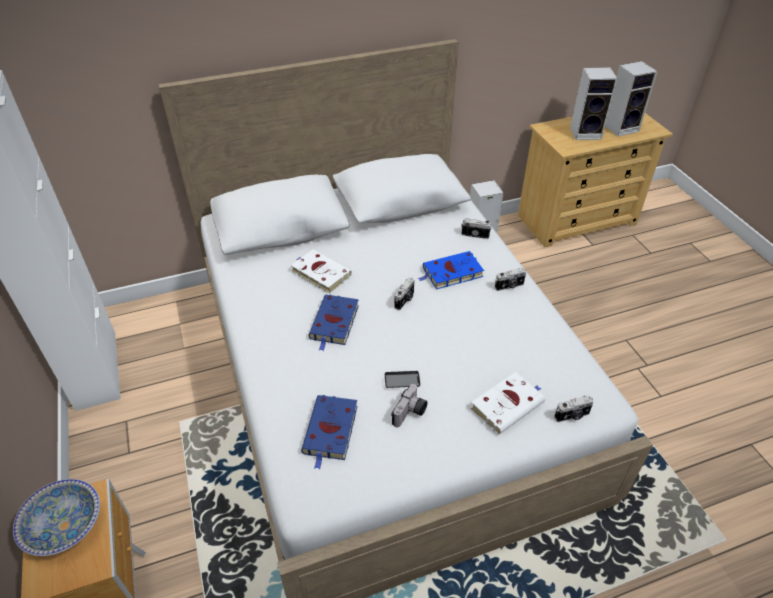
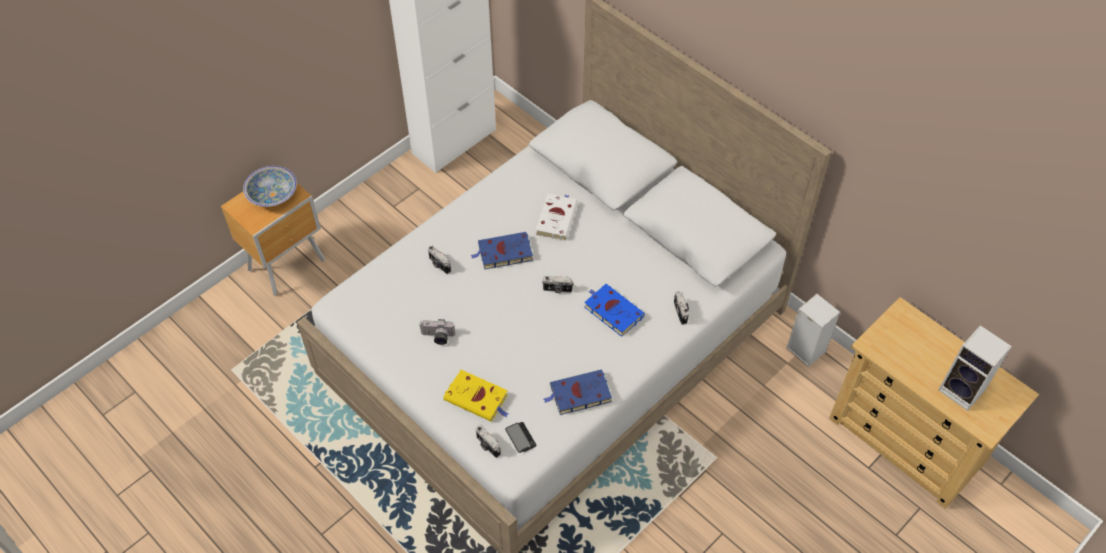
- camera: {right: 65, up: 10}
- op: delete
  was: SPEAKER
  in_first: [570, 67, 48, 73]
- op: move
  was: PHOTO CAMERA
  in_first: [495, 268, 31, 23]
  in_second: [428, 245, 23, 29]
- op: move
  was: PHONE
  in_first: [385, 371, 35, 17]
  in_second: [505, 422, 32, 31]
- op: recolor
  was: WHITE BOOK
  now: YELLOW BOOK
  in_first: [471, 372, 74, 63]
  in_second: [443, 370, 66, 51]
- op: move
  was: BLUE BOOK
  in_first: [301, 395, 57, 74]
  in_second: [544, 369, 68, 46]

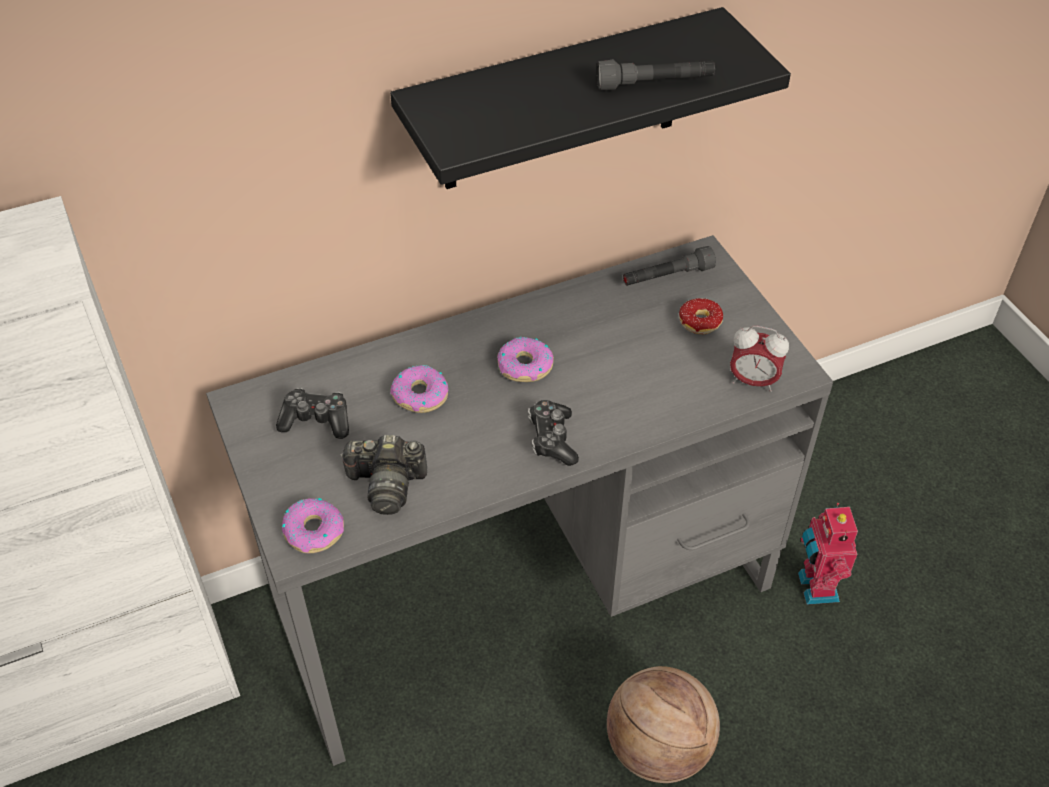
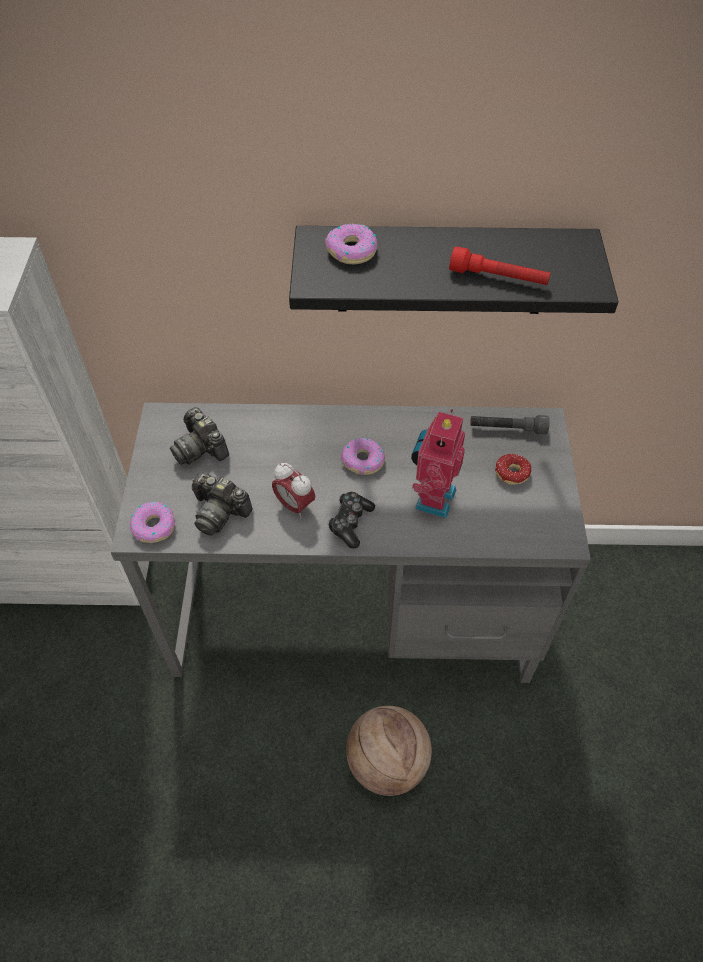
- camera: {right: 25, up: 5}
- op: recolor
  was: GREY FLASHLIGHT
  now: RED FLASHLIGHT
  in_first: [597, 60, 118, 30]
  in_second: [449, 246, 102, 39]
- op: move
  was: ALARM CLOCK
  in_first: [730, 326, 59, 66]
  in_second: [272, 463, 43, 55]
- op: move
  was: DONUT
  in_first: [390, 365, 58, 48]
  in_second: [325, 223, 52, 41]
- op: replace
  was: GAME CONTROLLER
  now: PHOTO CAMERA
  in_first: [276, 388, 73, 51]
  in_second: [170, 407, 59, 58]
- op: move
  was: TOY ROBOT
  in_first: [798, 503, 60, 102]
  in_second: [411, 409, 54, 109]

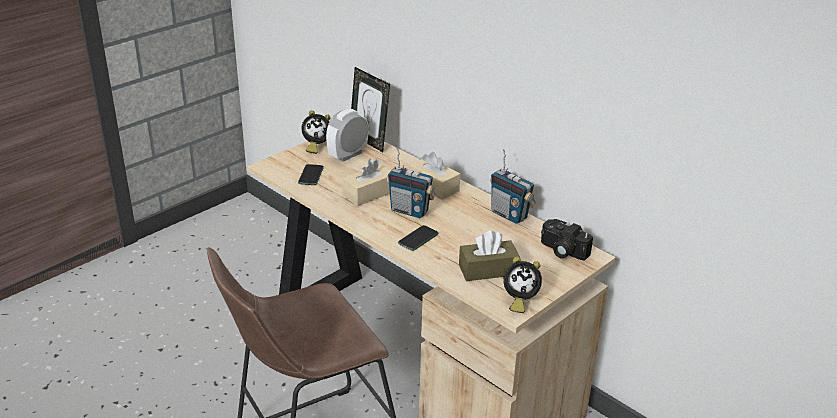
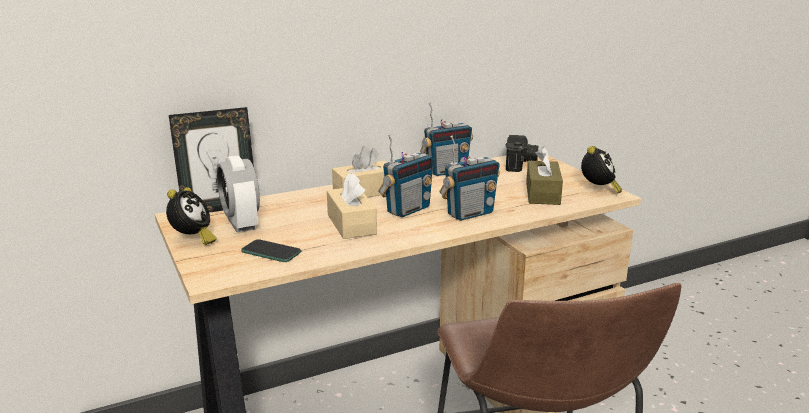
- camera: {right: -70, up: -10}
- op: rotate
  was: PHOTO CAMERA
  in_first: [541, 219, 52, 42]
  in_second: [506, 135, 32, 37]
  clockwise: -45
- op: replace
  was: PHONE
  now: RADIO
  in_first: [398, 225, 40, 26]
  in_second: [440, 135, 60, 86]

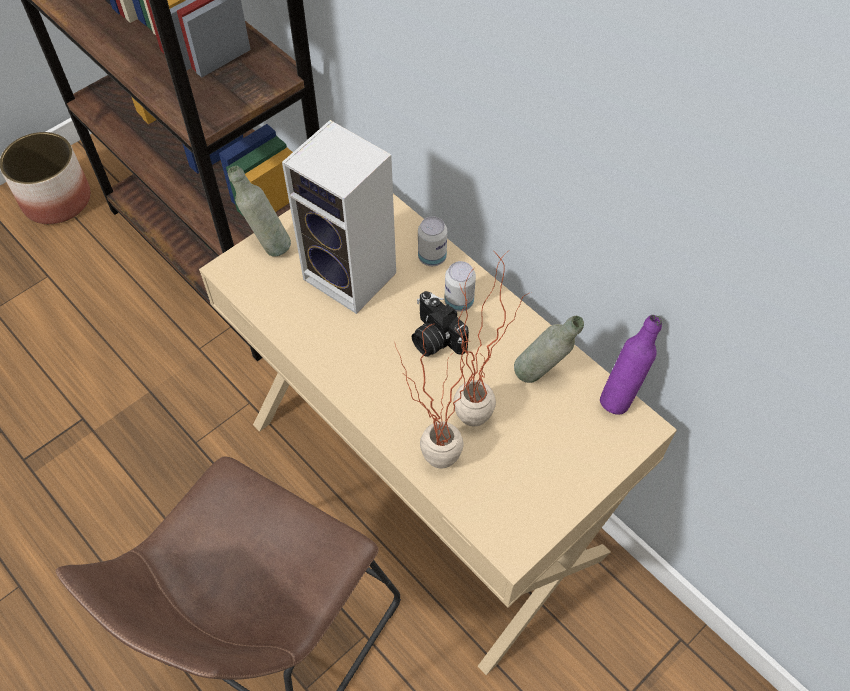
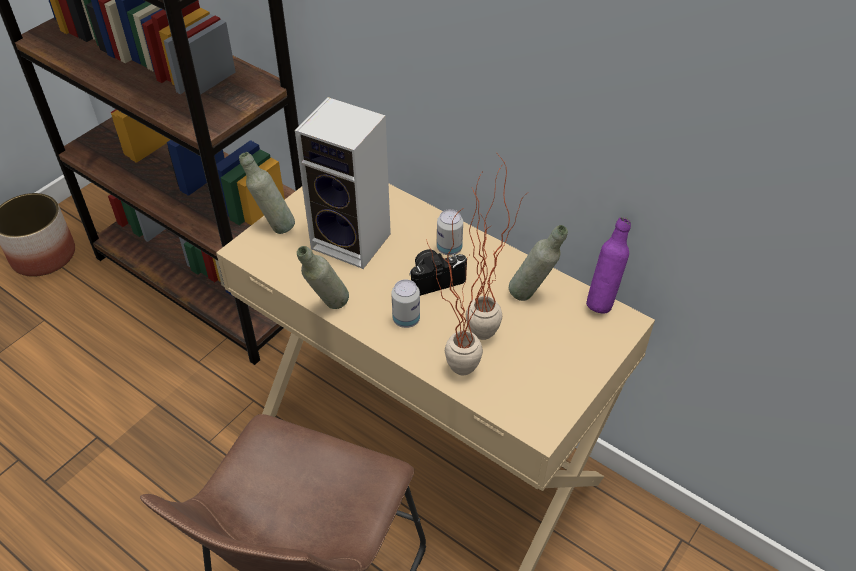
- camera: {right: -10, up: -10}
- op: move
  was: CAN
  in_first: [418, 216, 29, 50]
  in_second: [391, 279, 29, 49]
- op: rotate
  was: PHOTO CAMERA
  in_first: [412, 291, 57, 66]
  in_second: [409, 249, 58, 47]
  clockwise: 120
- op: insert
  now: GREY BOTTLE
  in_second: [297, 246, 52, 63]

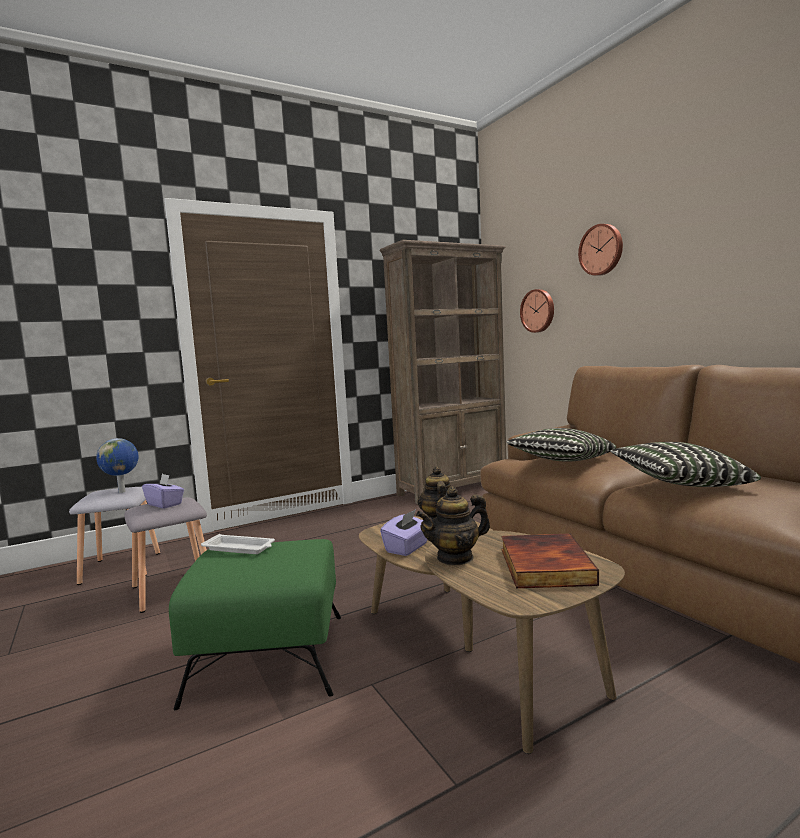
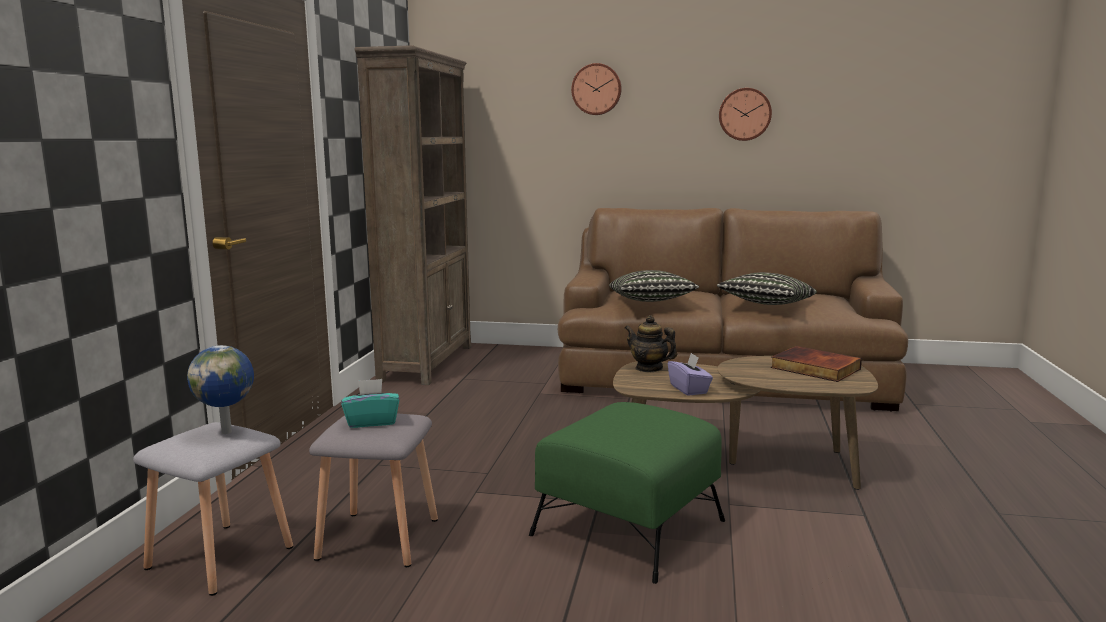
- camera: {right: -50, up: 5}
- op: move
  was: WALL CLOCK
  in_first: [520, 289, 34, 44]
  in_second: [719, 88, 53, 53]
- op: recolor
  was: PURPLE TISSUE BOX
  now: TURQUOISE TISSUE BOX
  in_first: [142, 474, 42, 35]
  in_second: [341, 379, 58, 49]
- op: delete
  was: TEAPOT
  in_first: [416, 486, 74, 80]
- op: delete
  was: WHITE TRAY
  in_first: [201, 534, 74, 20]

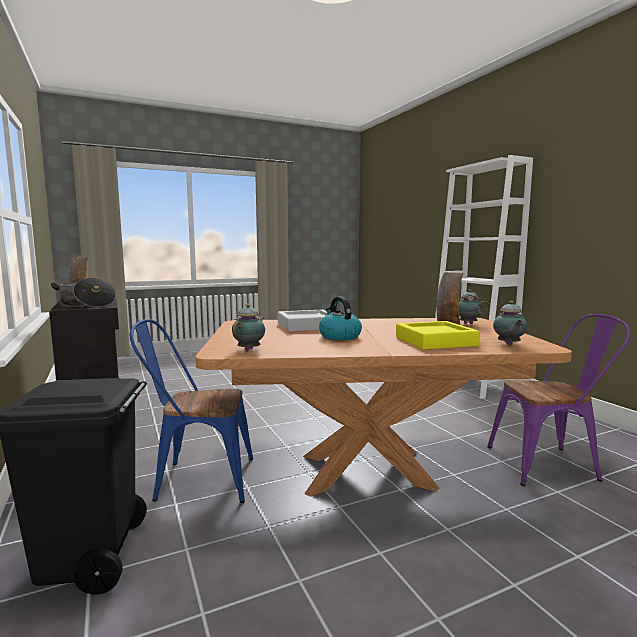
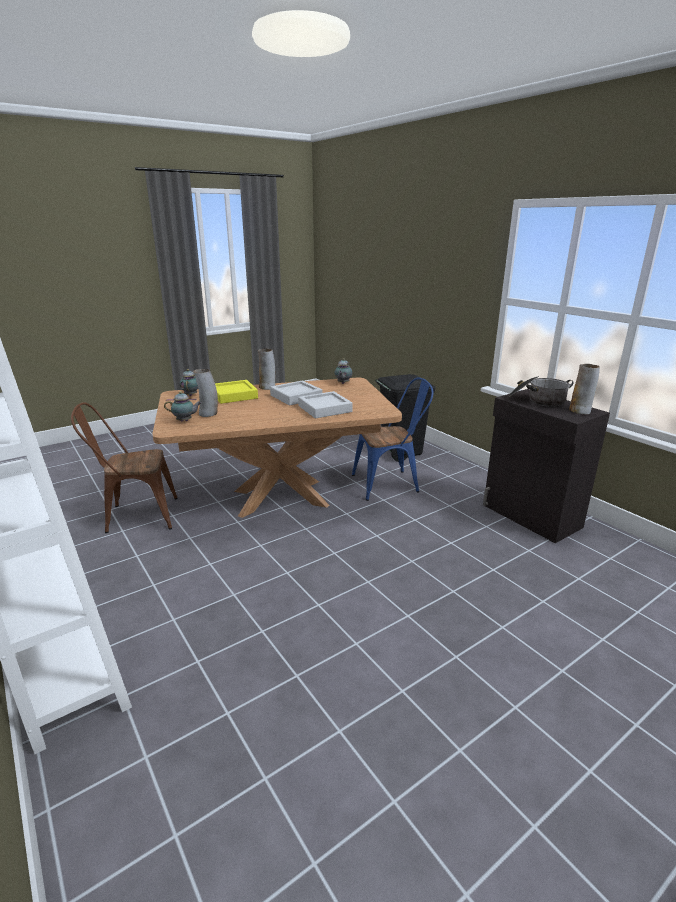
- camera: {right: 170, up: 15}
- op: replace
  was: KETTLE
  now: GREY TRAY
  in_first: [319, 296, 43, 44]
  in_second: [270, 381, 52, 24]
- op: recolor
  was: PURPLE CHAIR
  now: BROWN CHAIR
  in_first: [488, 314, 142, 172]
  in_second: [71, 402, 107, 131]
- op: insert
  now: VASE
  in_second: [258, 348, 17, 42]

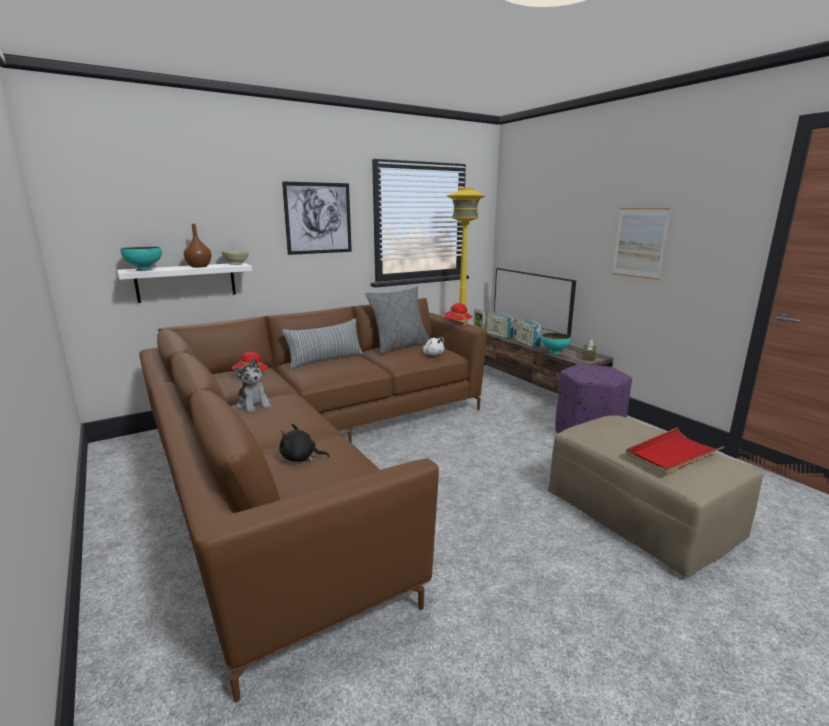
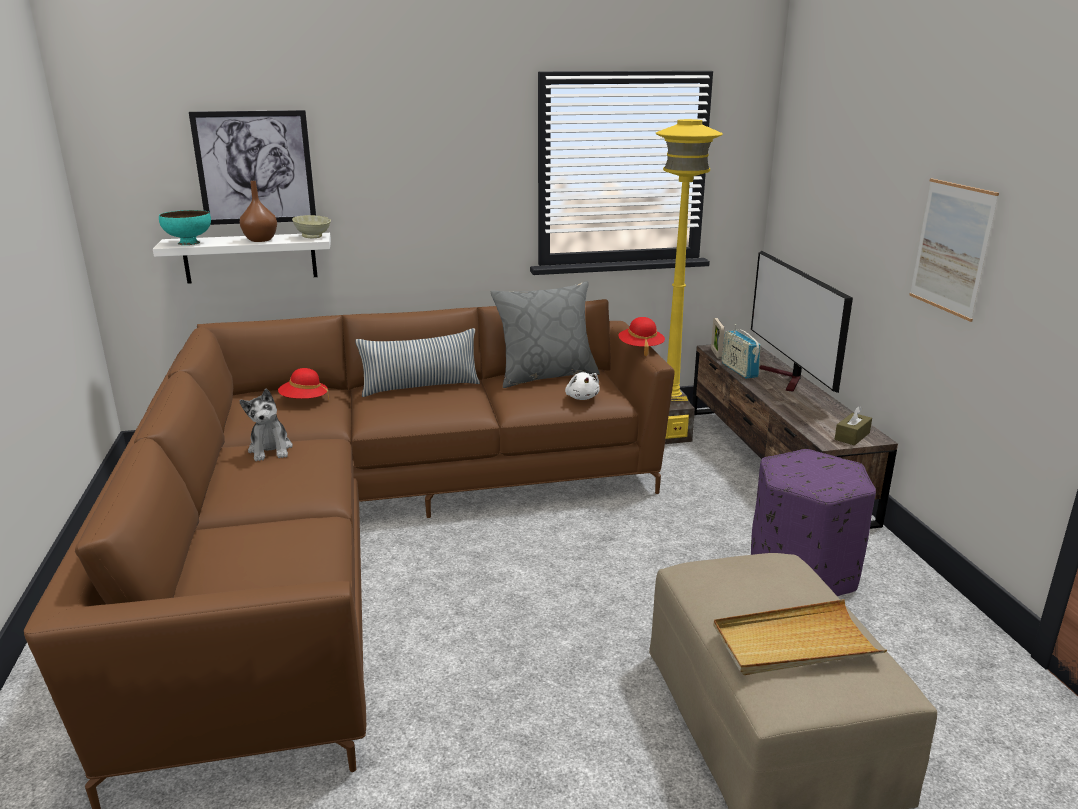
- camera: {right: 20, up: 5}
- op: move
  was: PICTURE
  in_first: [282, 181, 70, 74]
  in_second: [189, 110, 127, 115]
- op: delete
  was: RADIO
  in_first: [516, 315, 25, 33]
- op: delete
  was: TURQUOISE BOWL
  in_first: [541, 332, 30, 22]
- op: delete
  was: BLACK PLUSH TOY
  in_first: [279, 424, 51, 38]
- op: recolor
  was: RED TRAY
  now: BEIGE TRAY
  in_first: [626, 427, 99, 48]
  in_second: [713, 599, 174, 76]

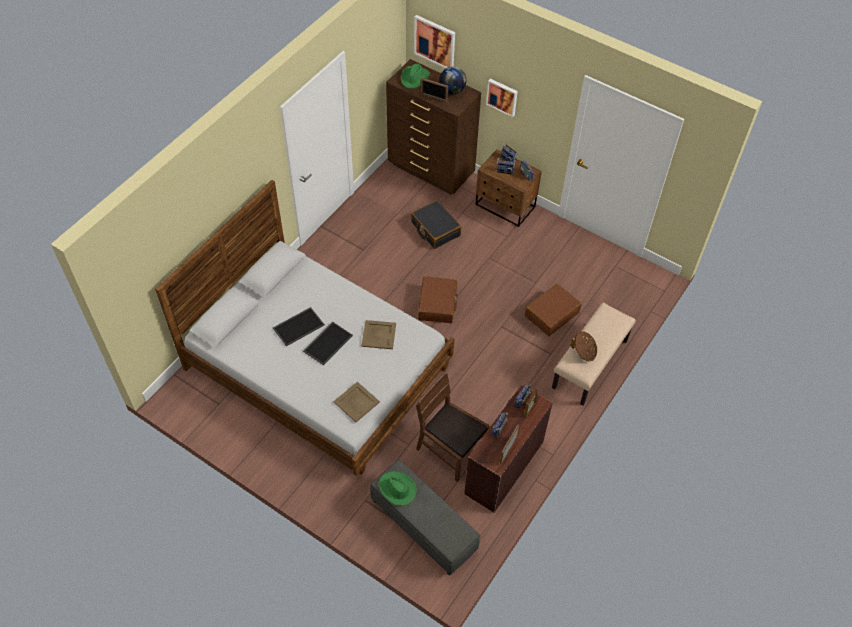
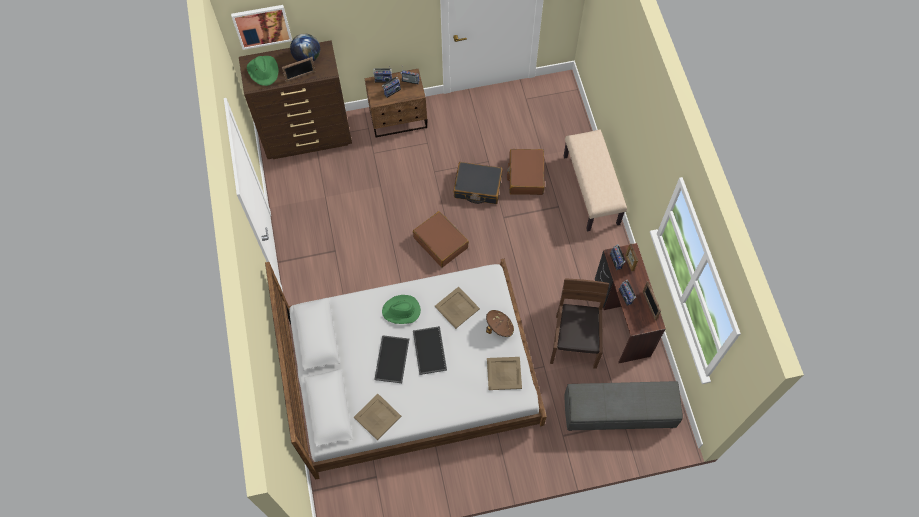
- camera: {right: -45, up: 10}
- op: delete
  was: PICTURE
  in_first: [486, 79, 32, 38]
- op: move
  was: BLACK SUITCASE
  in_first: [411, 200, 50, 49]
  in_second: [453, 162, 50, 42]
- op: move
  was: BROWN HAT
  in_first: [571, 331, 26, 30]
  in_second: [486, 310, 28, 27]
- op: rotate
  was: BROWN CHAIR
  in_first: [416, 372, 74, 110]
  in_second: [550, 278, 59, 91]
  clockwise: 105
- op: move
  was: GREEN HAT
  in_first: [379, 471, 38, 35]
  in_second: [382, 295, 39, 29]
- op: insert
  now: BEIGE TRAY
  in_second: [354, 394, 47, 46]

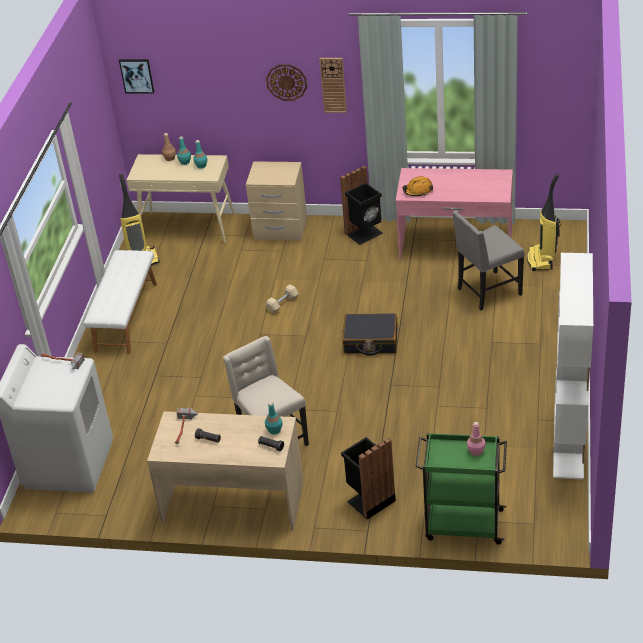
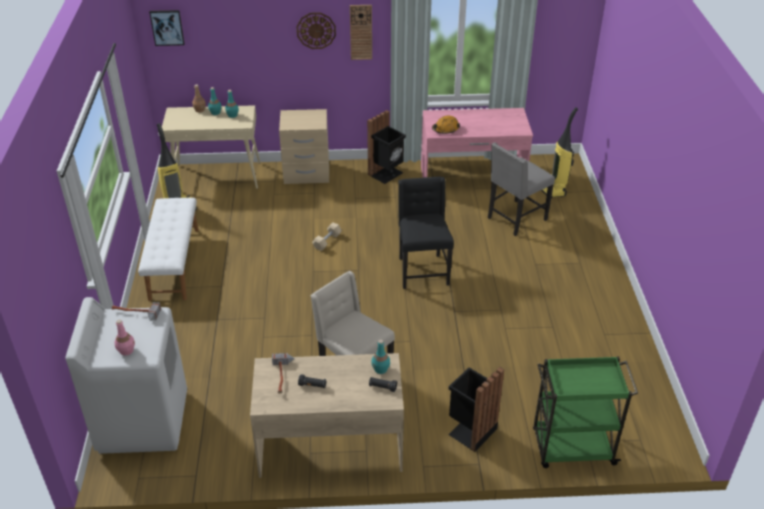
- camera: {right: -15, up: 0}
- op: delete
  was: WHITE BOOKCASE
  in_first: [553, 253, 40, 227]
- op: replace
  was: BLACK SUITCASE
  now: BLACK CHAIR
  in_first: [342, 313, 56, 43]
  in_second: [398, 177, 56, 112]
- op: move
  was: PINK BOTTLE
  in_first: [467, 422, 19, 34]
  in_second: [114, 320, 21, 36]

